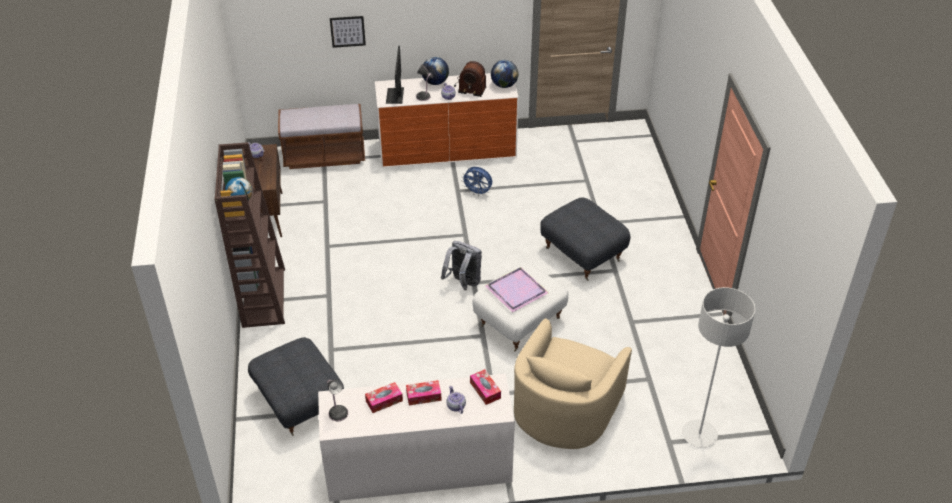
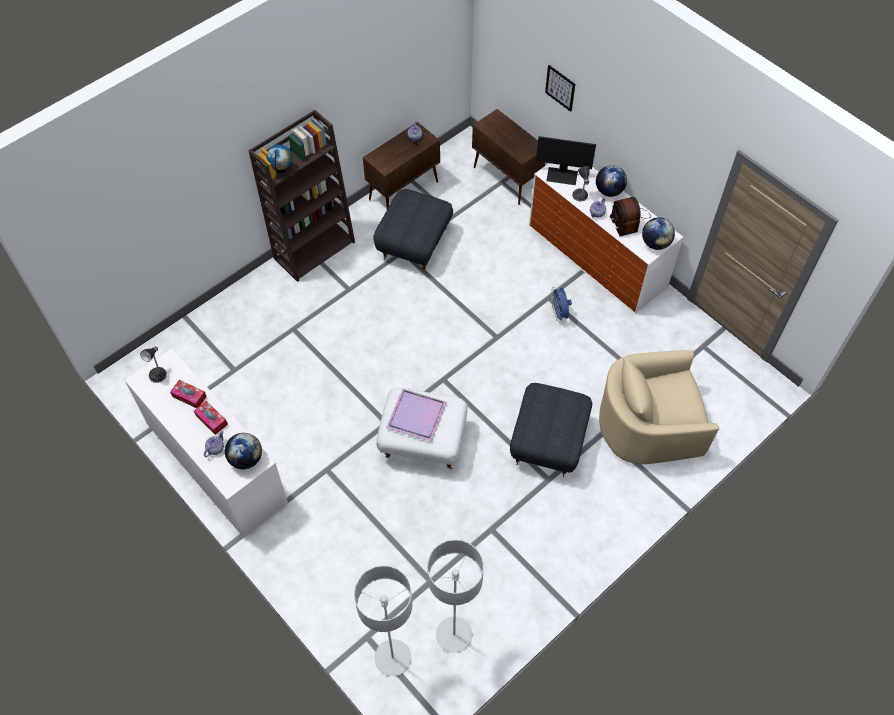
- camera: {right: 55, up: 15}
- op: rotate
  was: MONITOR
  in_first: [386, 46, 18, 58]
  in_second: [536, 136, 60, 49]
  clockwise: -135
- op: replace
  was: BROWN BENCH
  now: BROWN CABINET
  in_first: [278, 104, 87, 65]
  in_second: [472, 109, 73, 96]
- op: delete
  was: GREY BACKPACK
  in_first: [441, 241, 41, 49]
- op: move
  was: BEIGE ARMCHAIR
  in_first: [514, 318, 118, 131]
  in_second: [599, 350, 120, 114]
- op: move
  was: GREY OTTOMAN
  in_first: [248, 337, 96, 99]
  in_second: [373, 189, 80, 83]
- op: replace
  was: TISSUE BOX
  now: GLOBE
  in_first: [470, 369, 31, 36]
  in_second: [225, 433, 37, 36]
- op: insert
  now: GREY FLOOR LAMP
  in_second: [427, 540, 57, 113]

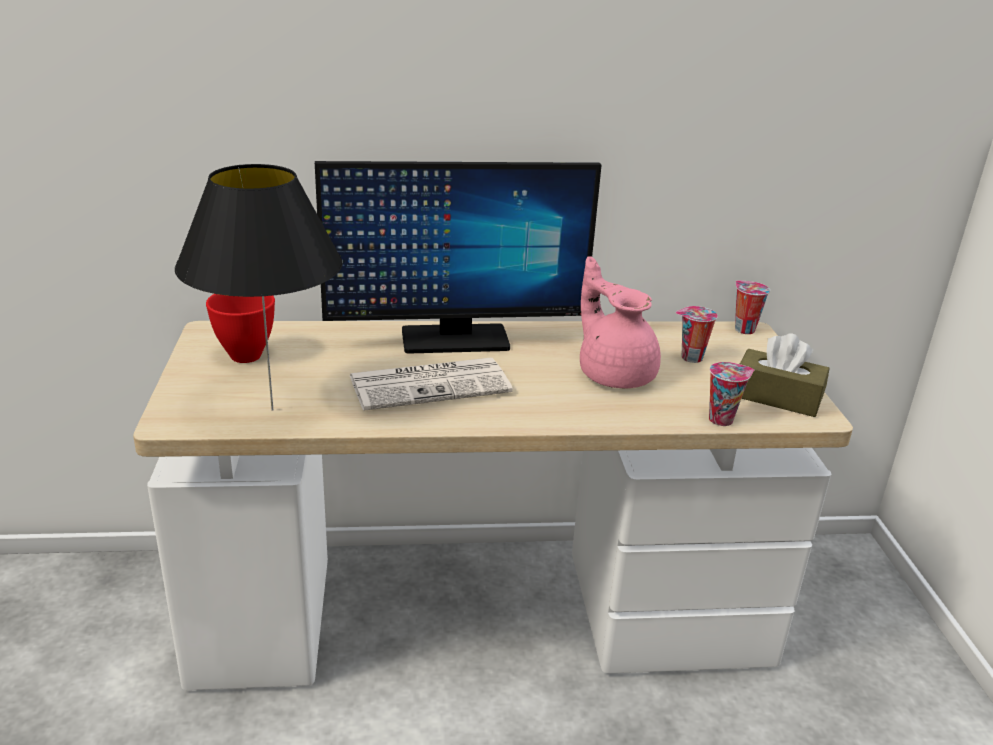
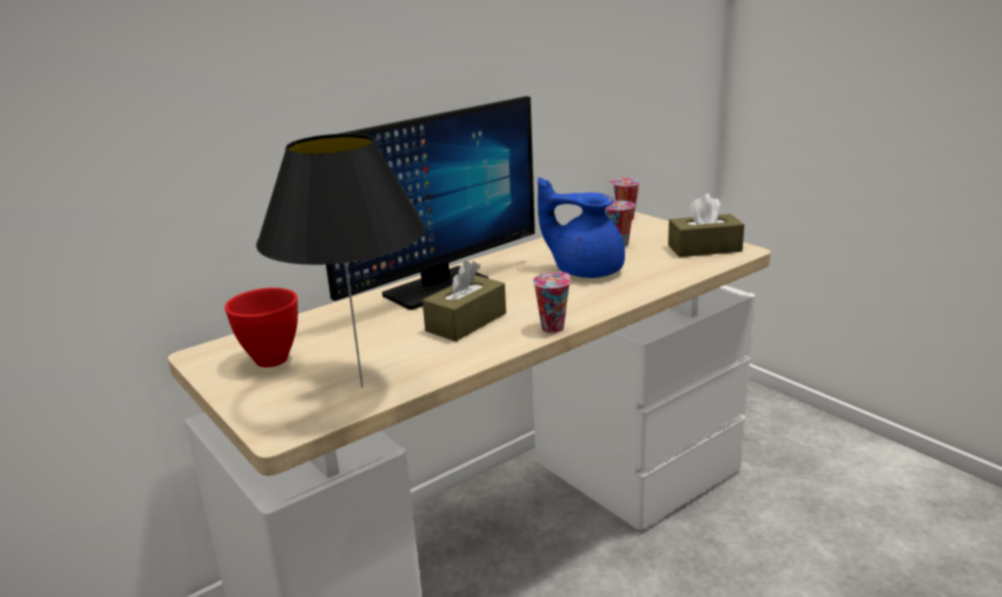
- camera: {right: -30, up: -5}
- op: recolor
  was: PINK TEAPOT
  now: BLUE TEAPOT
  in_first: [580, 256, 81, 132]
  in_second: [538, 177, 87, 101]
- op: replace
  was: NEWSPAPER
  now: BROWN TISSUE BOX
  in_first: [350, 358, 163, 53]
  in_second: [422, 260, 84, 81]
- op: move
  was: CUP
  in_first: [709, 362, 45, 64]
  in_second: [533, 272, 38, 61]

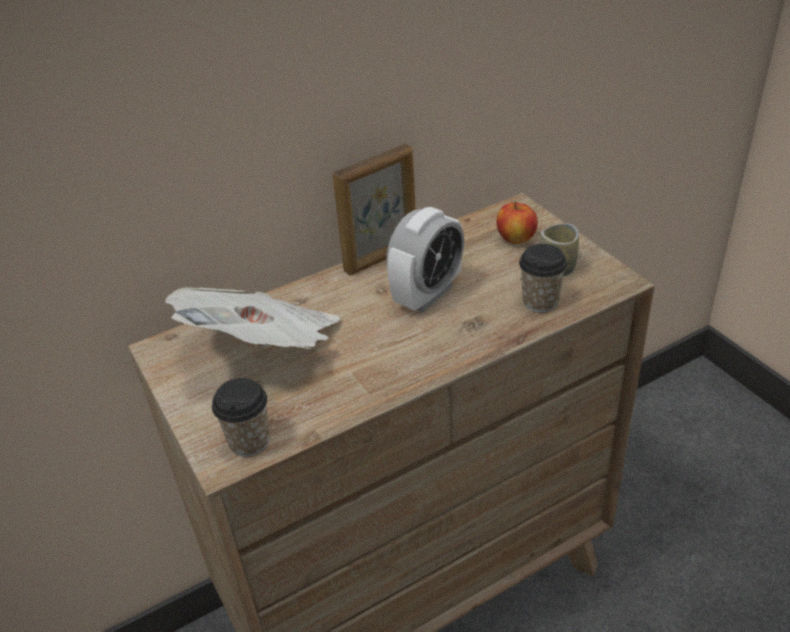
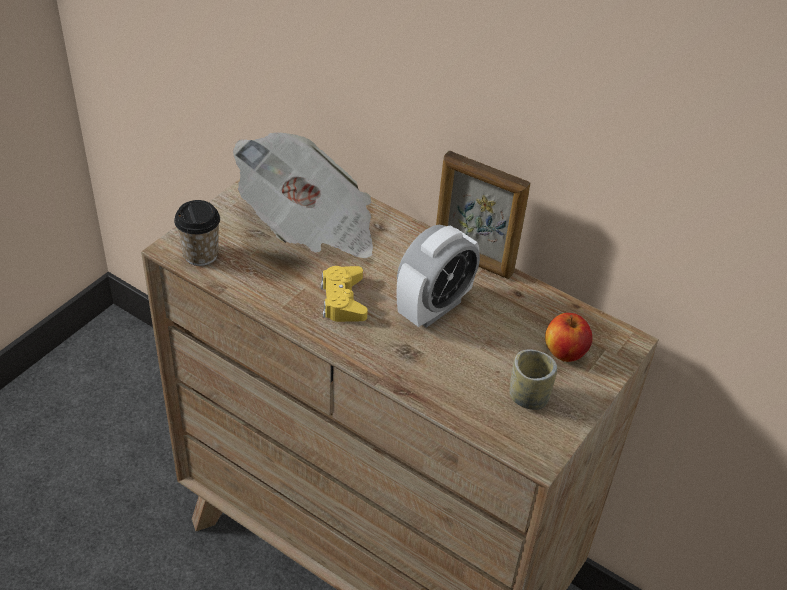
- camera: {right: 60, up: 5}
- op: rotate
  was: ALARM CLOCK
  in_first: [386, 207, 78, 105]
  in_second: [396, 225, 84, 103]
  clockwise: -60
- op: delete
  was: CUP
  in_first: [519, 244, 48, 69]
- op: insert
  now: YELLOW GAME CONTROLLER
  in_second: [321, 266, 47, 56]

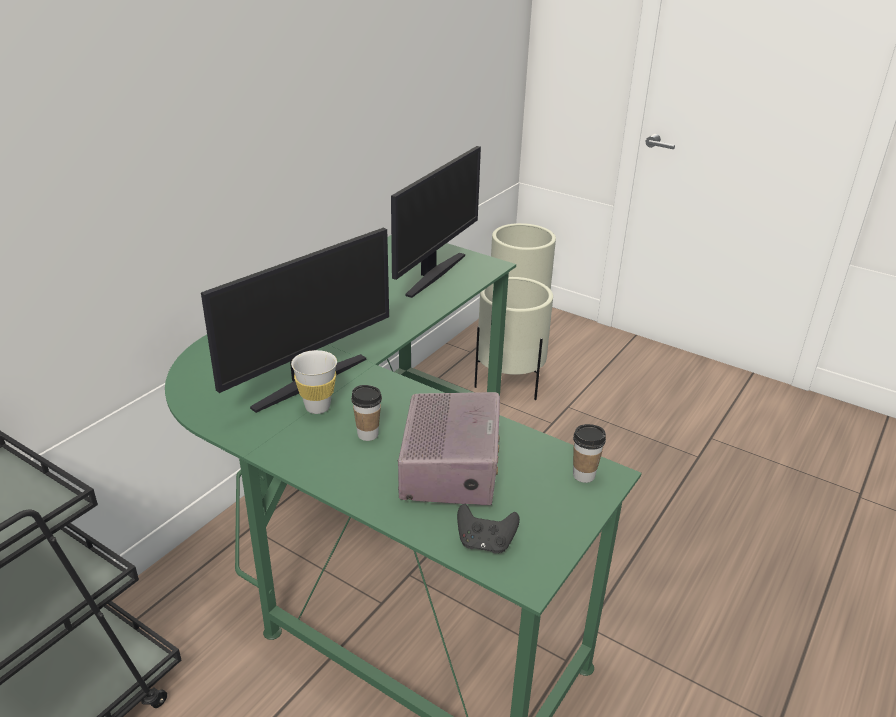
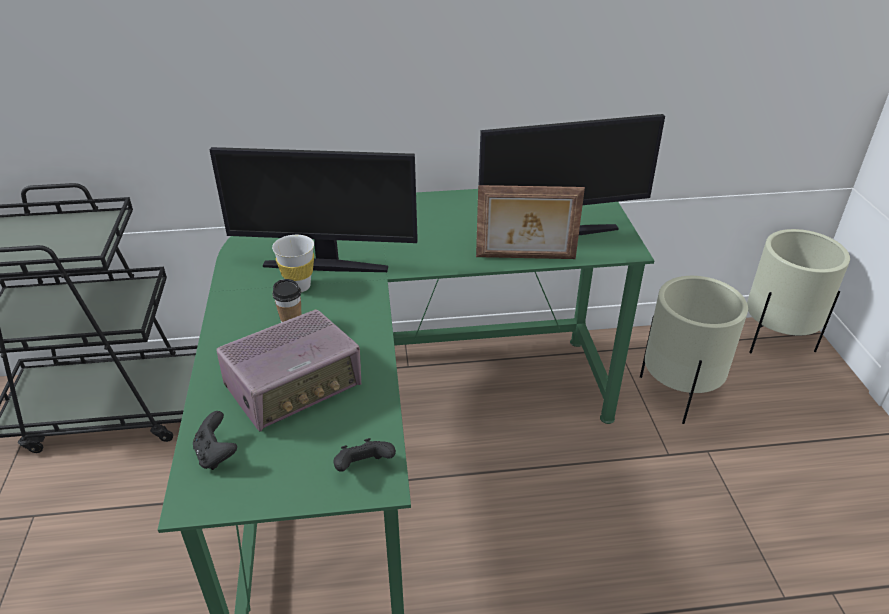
- camera: {right: 50, up: 5}
- op: replace
  was: CUP
  now: BLACK GAME CONTROLLER
  in_first: [573, 424, 33, 59]
  in_second: [334, 438, 62, 34]
- op: insert
  now: PICTURE FRAME
  in_second: [476, 185, 109, 74]

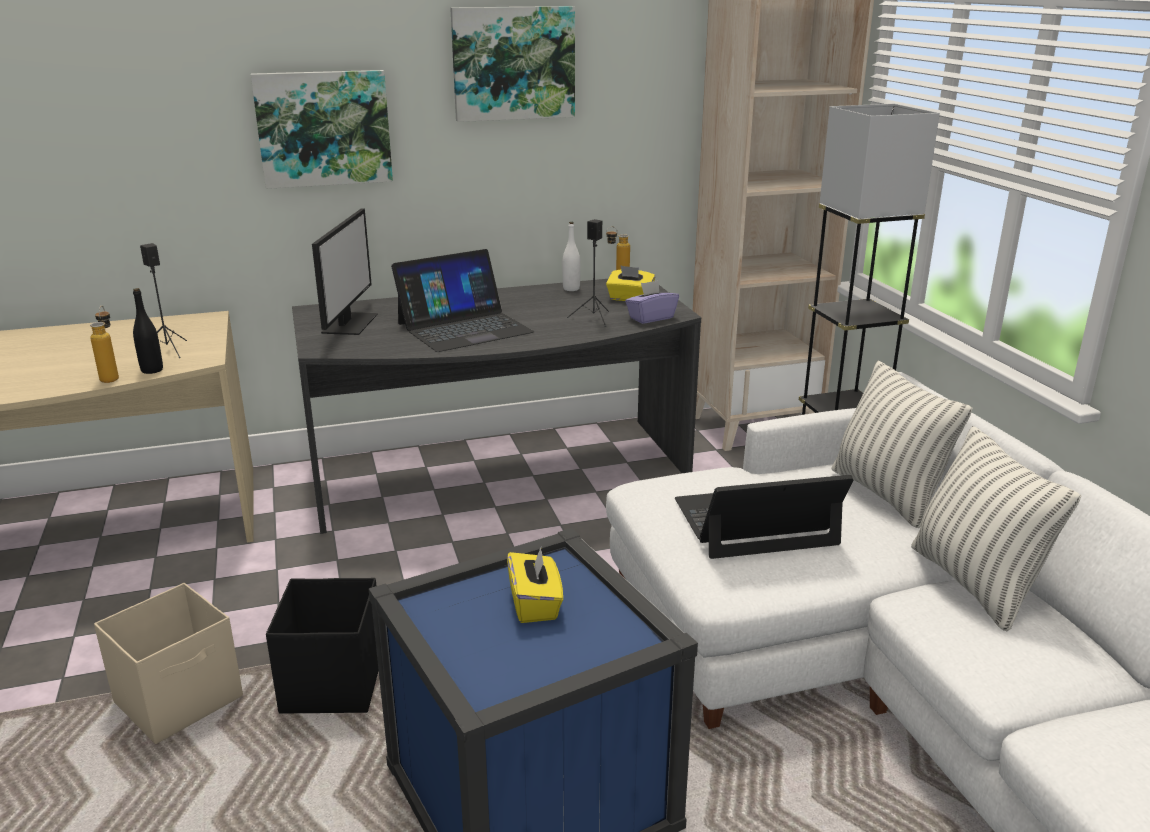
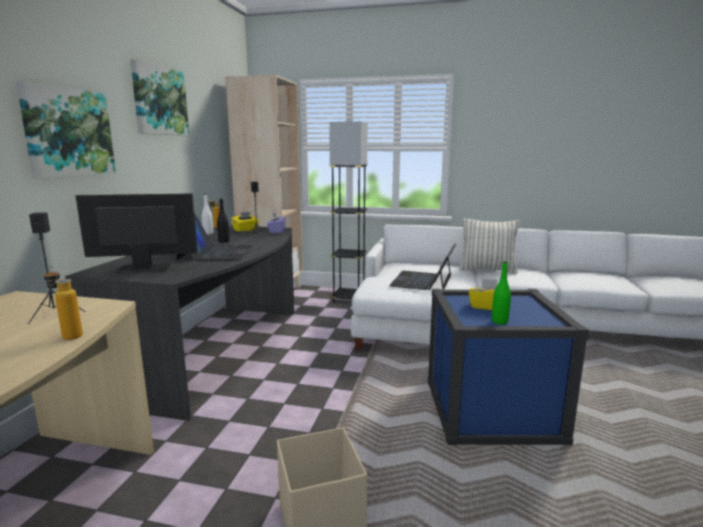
- camera: {right: -60, up: -10}
- op: rotate
  was: MONITOR
  in_first: [312, 209, 66, 126]
  in_second: [75, 193, 123, 80]
  clockwise: -45
- op: move
  was: BLACK BOTTLE
  in_first: [133, 288, 30, 86]
  in_second: [217, 198, 13, 45]
- op: delete
  was: PILLOW
  in_first: [831, 361, 142, 167]
- op: delete
  was: BLACK STORAGE BOX
  in_first: [266, 578, 113, 136]
- op: insert
  now: GREEN BOTTLE
  in_second: [492, 261, 19, 64]

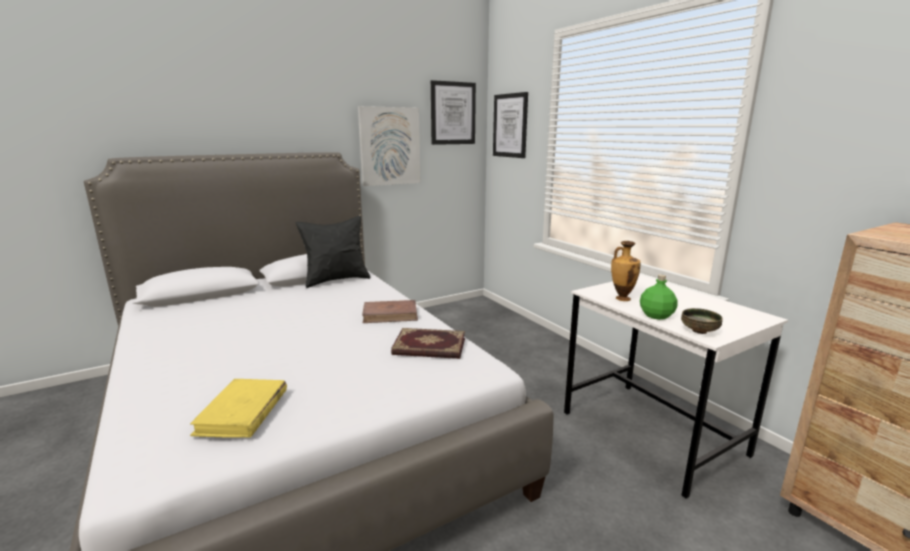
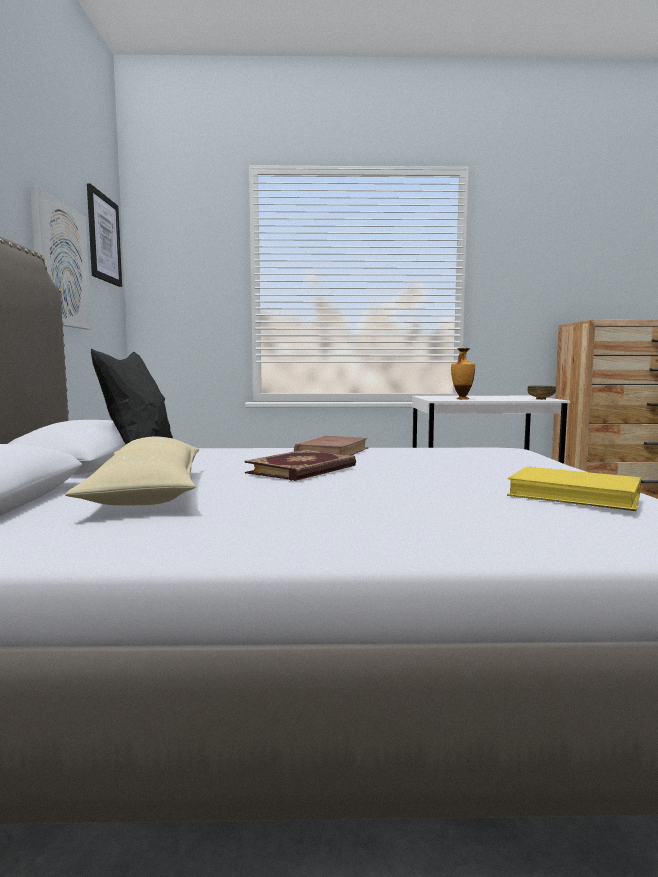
- camera: {right: -60, up: -10}
- op: delete
  was: PICTURE
  in_first: [493, 92, 35, 66]
- op: delete
  was: GREEN BOTTLE
  in_first: [640, 274, 37, 46]
- op: move
  was: BOOK
  in_first: [391, 328, 74, 31]
  in_second: [245, 449, 111, 32]
- op: insert
  now: BEIGE PILLOW
  in_second: [65, 437, 134, 68]

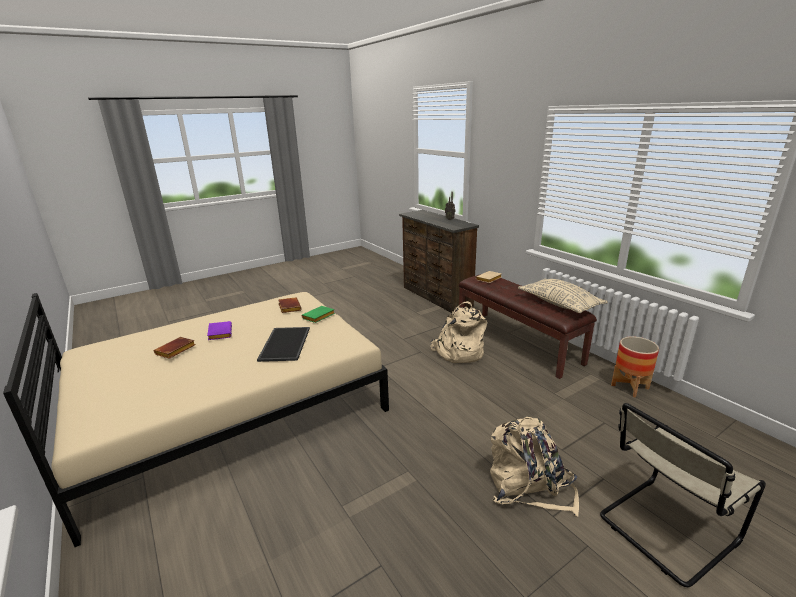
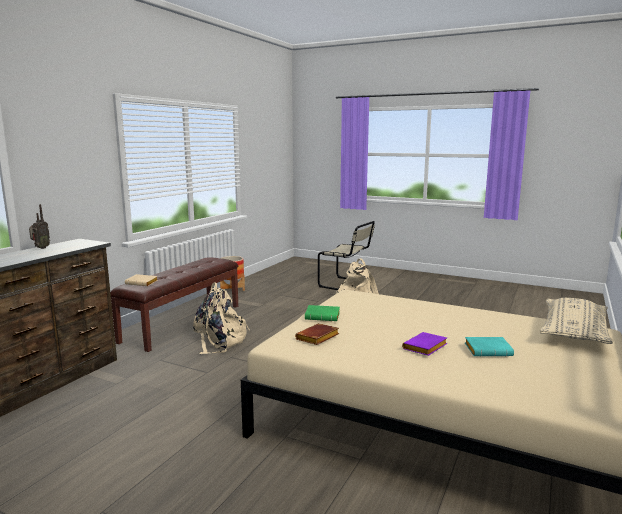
- camera: {right: -120, up: -10}
- op: move
  was: BEIGE PILLOW
  in_first: [518, 279, 90, 34]
  in_second: [540, 298, 73, 46]
- op: delete
  was: TRAY
  in_first: [257, 327, 53, 35]
- op: recolor
  was: BROWN BOOK
  now: TURQUOISE BOOK
  in_first: [154, 337, 42, 22]
  in_second: [465, 337, 49, 20]

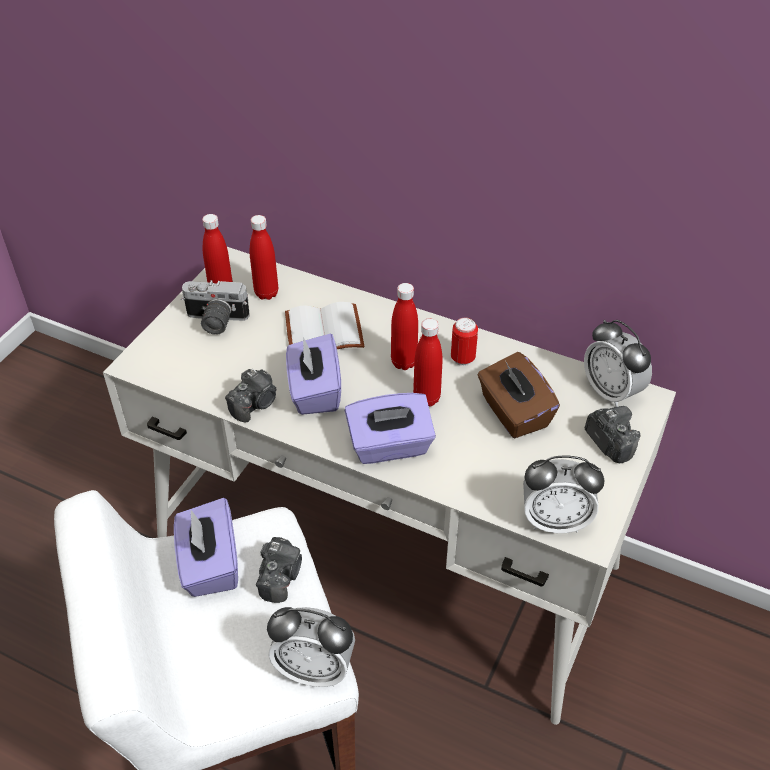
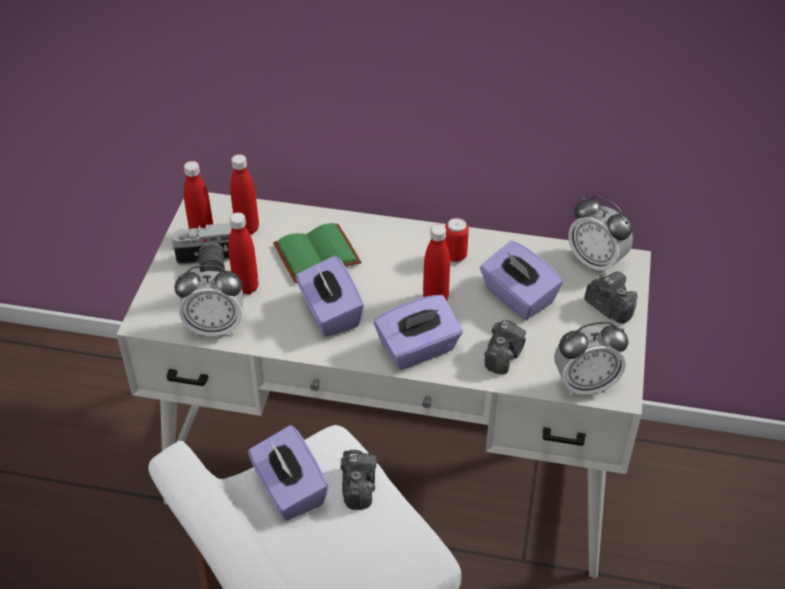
- camera: {right: -15, up: 0}
- op: move
  was: RED BOTTLE
  in_first: [391, 283, 27, 87]
  in_second: [228, 212, 31, 83]
- op: recolor
  was: WHITE BOOK
  now: GREEN BOOK
  in_first: [285, 302, 79, 47]
  in_second: [273, 223, 88, 61]
- op: recolor
  was: BROWN TISSUE BOX
  now: PURPLE TISSUE BOX
  in_first: [478, 352, 82, 86]
  in_second: [480, 241, 83, 79]
- op: move
  was: PHOTO CAMERA
  in_first: [225, 369, 52, 54]
  in_second: [484, 320, 42, 54]
- op: move
  was: ALARM CLOCK
  in_first: [267, 607, 88, 80]
  in_second: [175, 265, 68, 71]

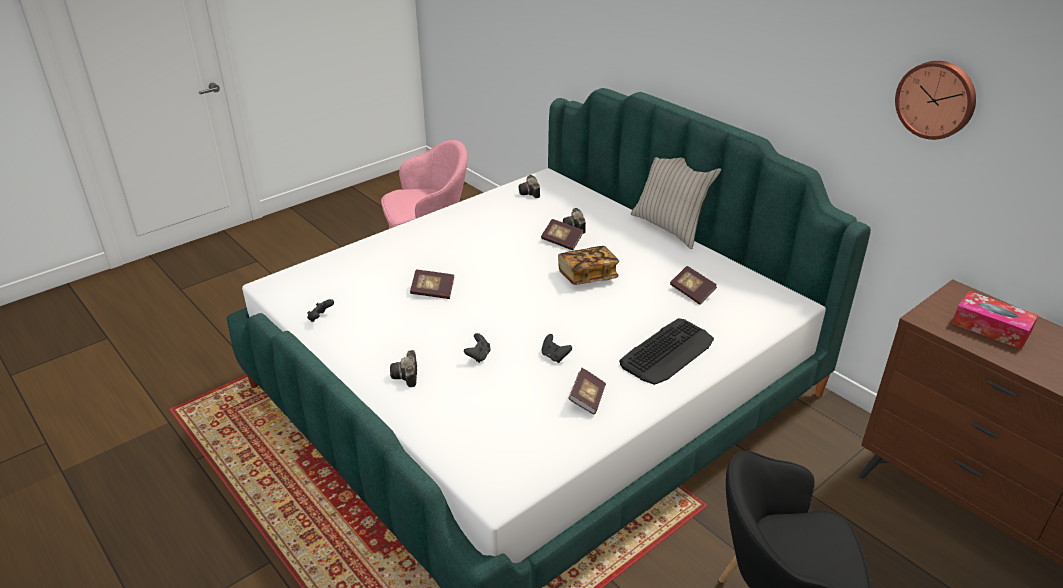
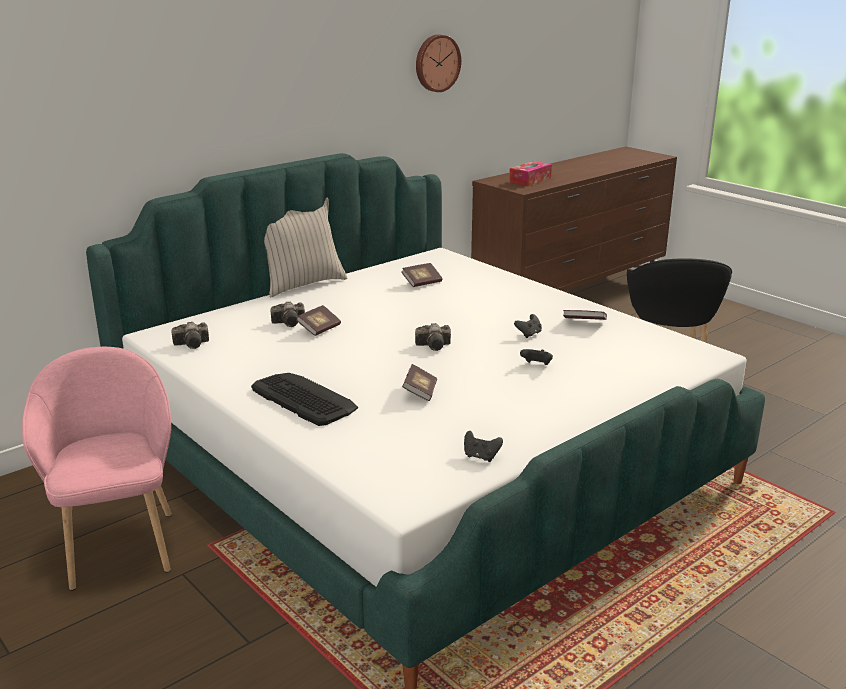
- camera: {right: -90, up: -10}
- op: delete
  was: BOOK
  in_first: [558, 246, 61, 39]
- op: move
  was: KEYBOARD
  in_first: [619, 318, 95, 67]
  in_second: [251, 373, 107, 53]
- op: move
  was: PHOTO CAMERA
  in_first: [390, 350, 27, 37]
  in_second: [415, 323, 36, 28]

